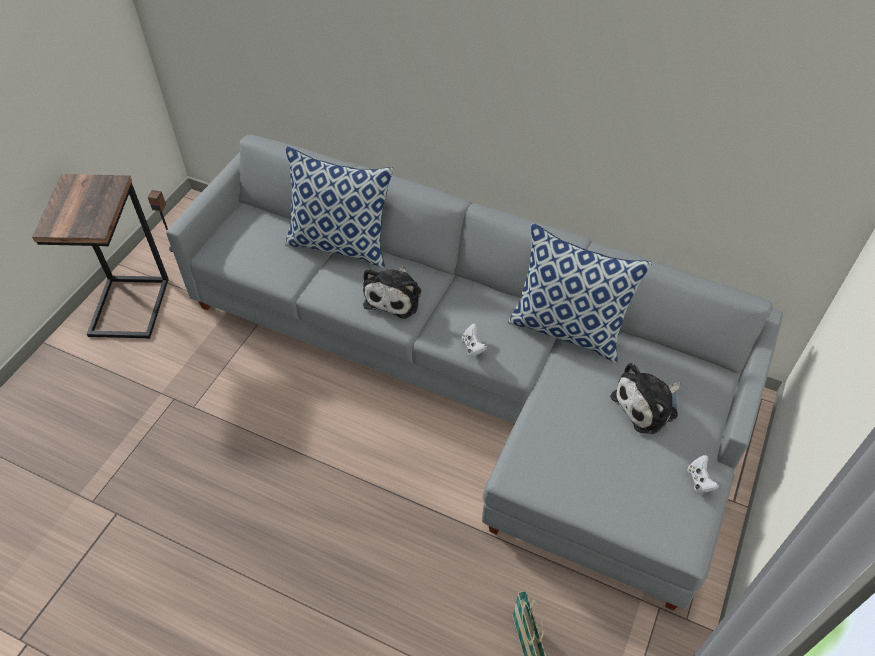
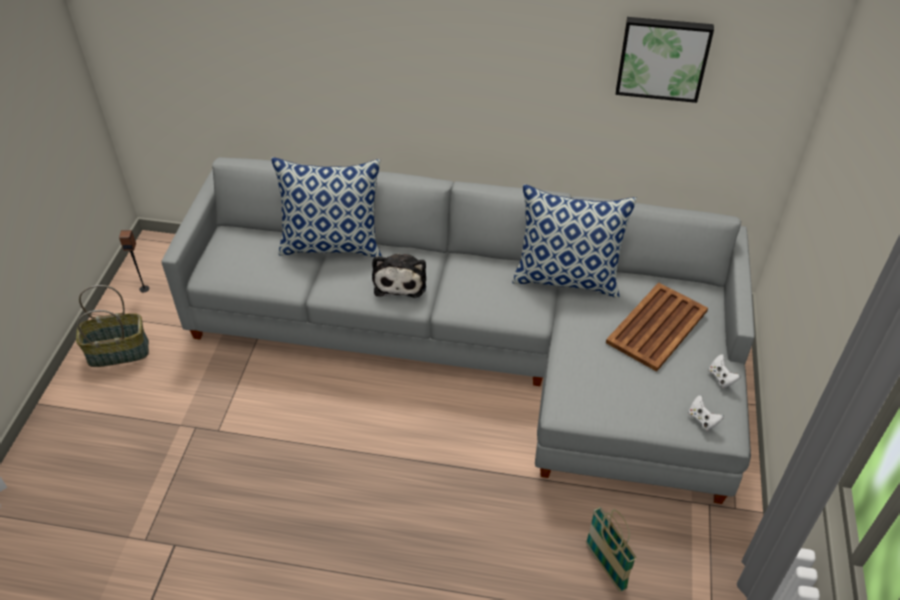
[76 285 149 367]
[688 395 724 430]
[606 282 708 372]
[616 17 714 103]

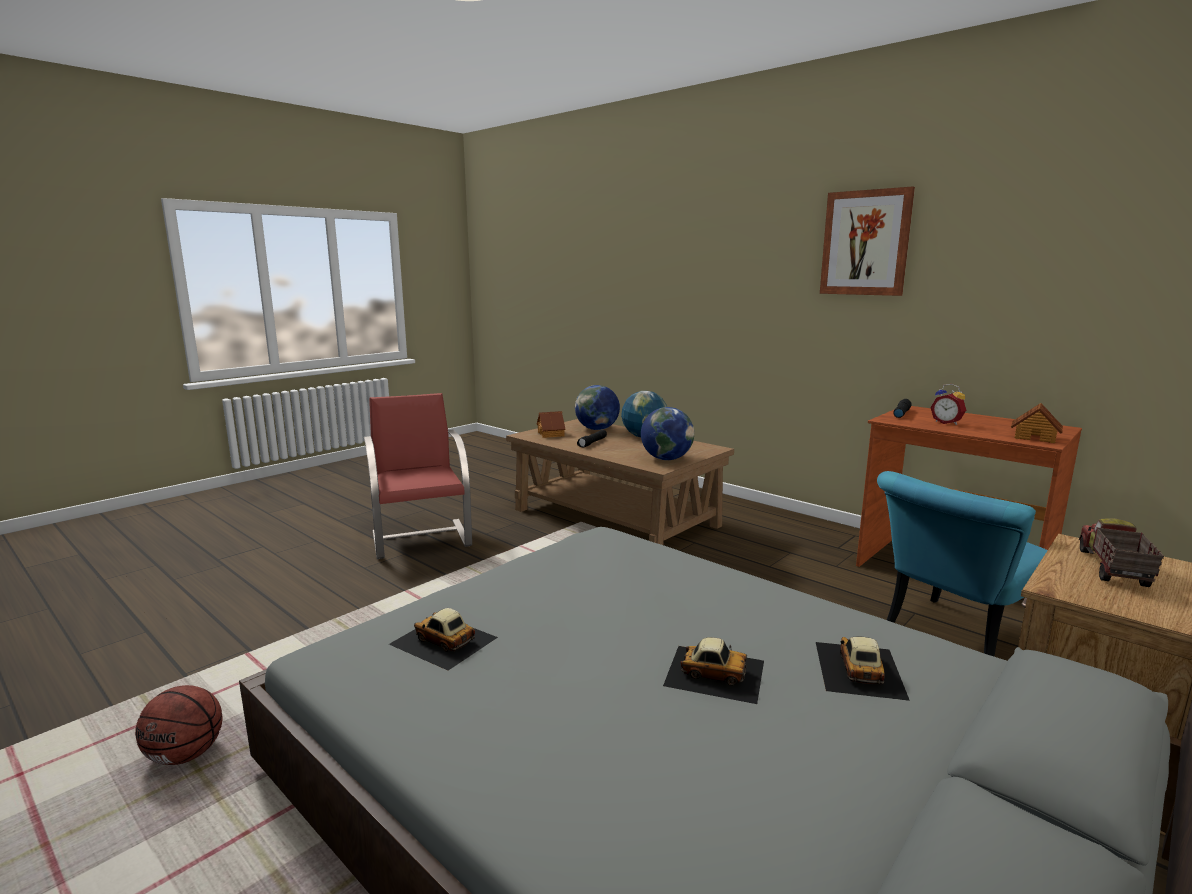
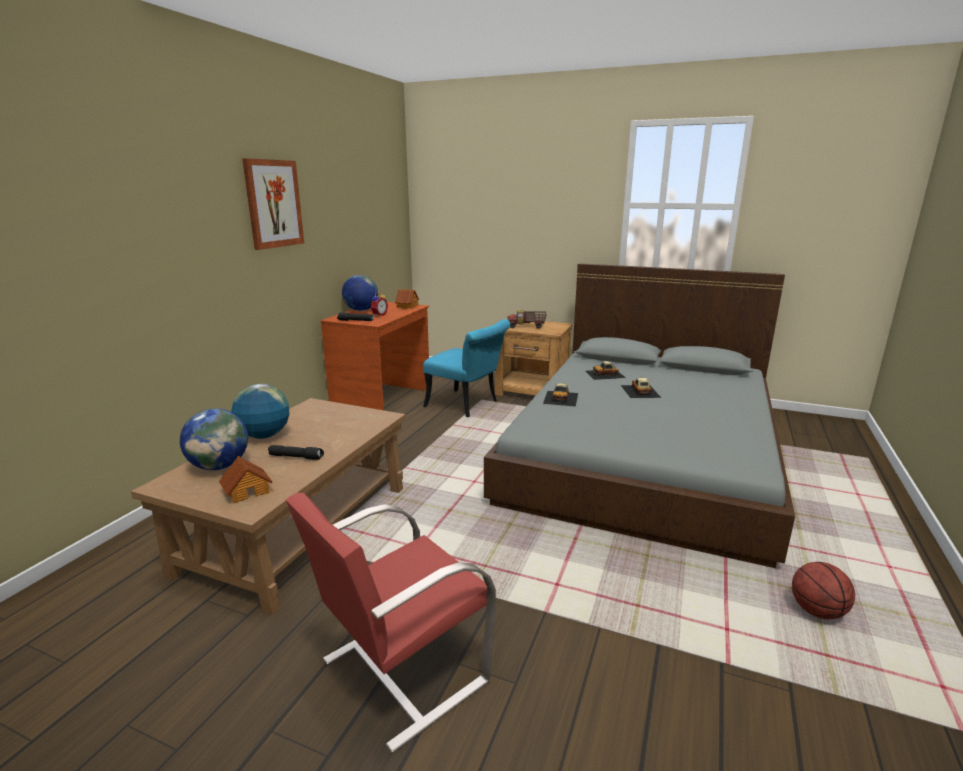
[543 383 578 407]
[342 275 378 311]

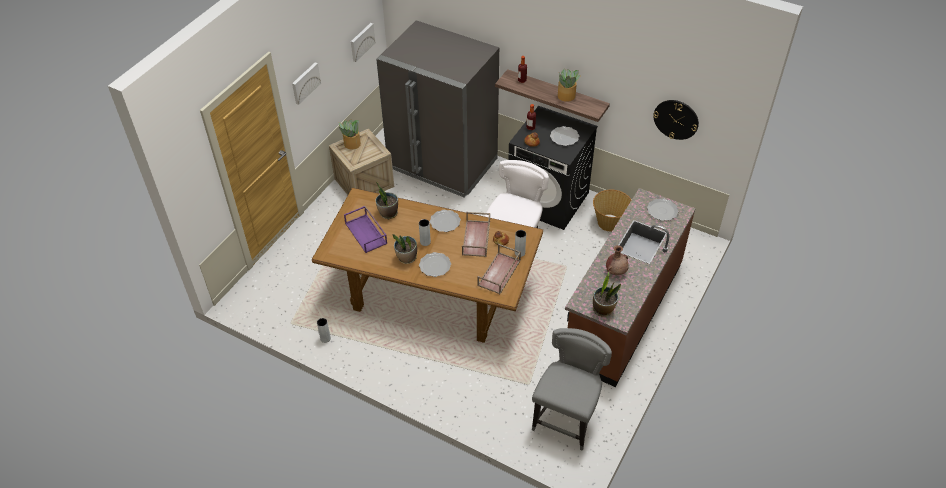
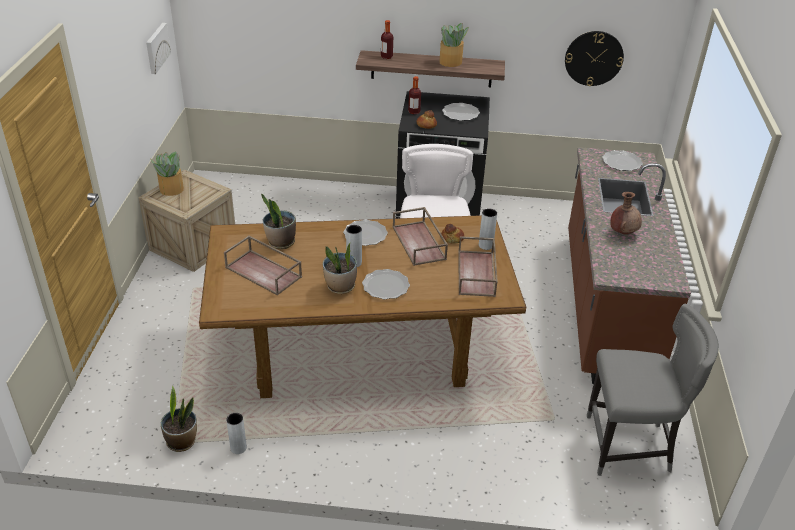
[292 62 321 105] (first image)
[224 235 302 296]
[376 20 499 198] (first image)
[587 304 719 476]
[593 190 631 231] (first image)
[161 386 197 452]

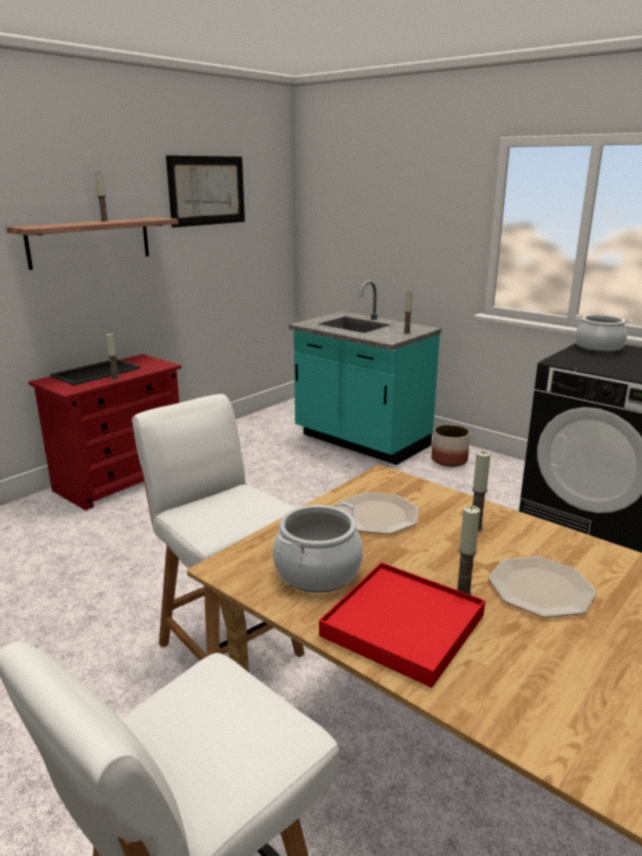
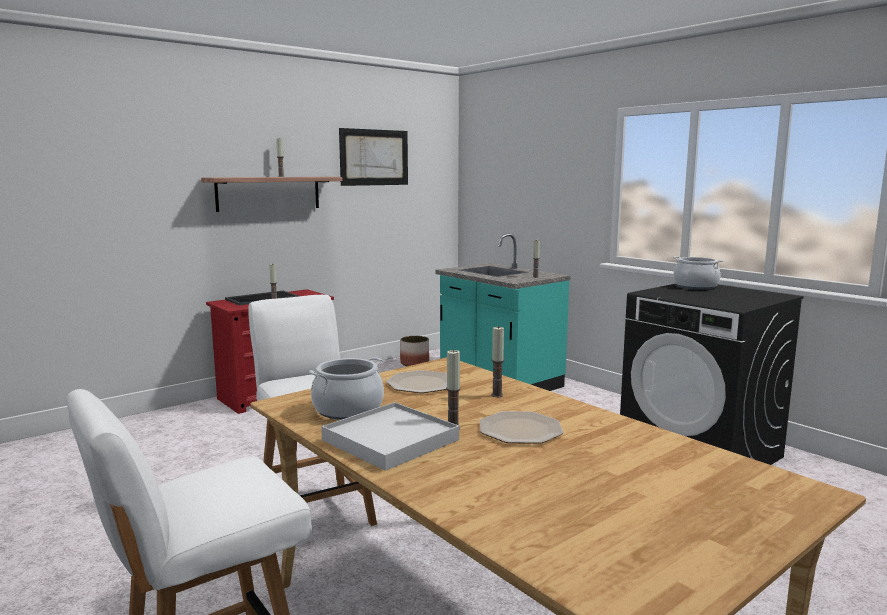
[321 402 459 471]
[400 336 429 366]

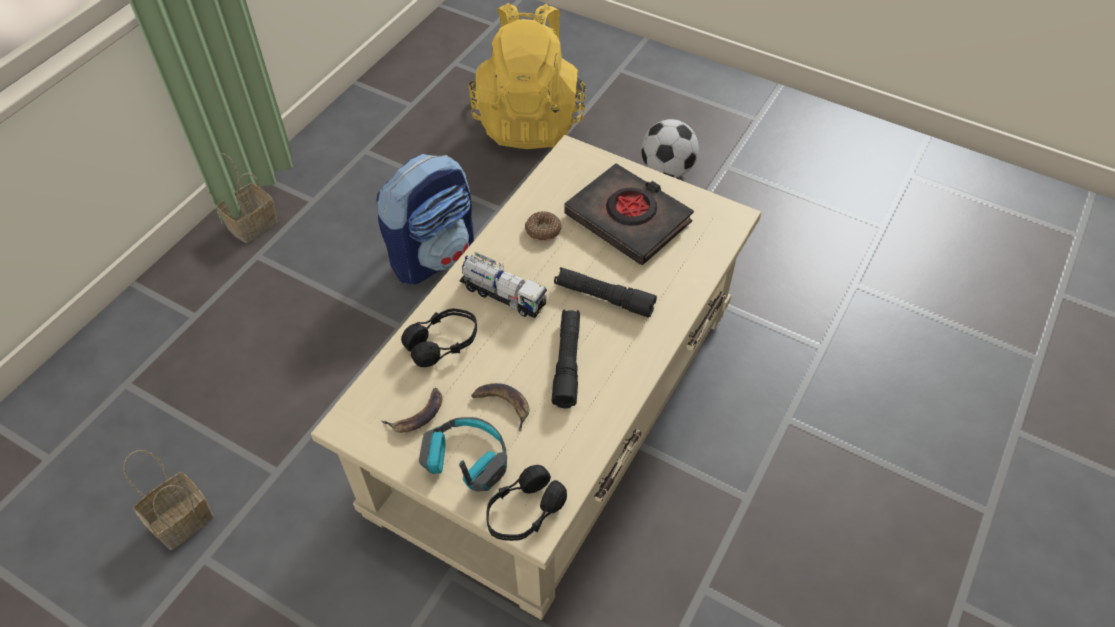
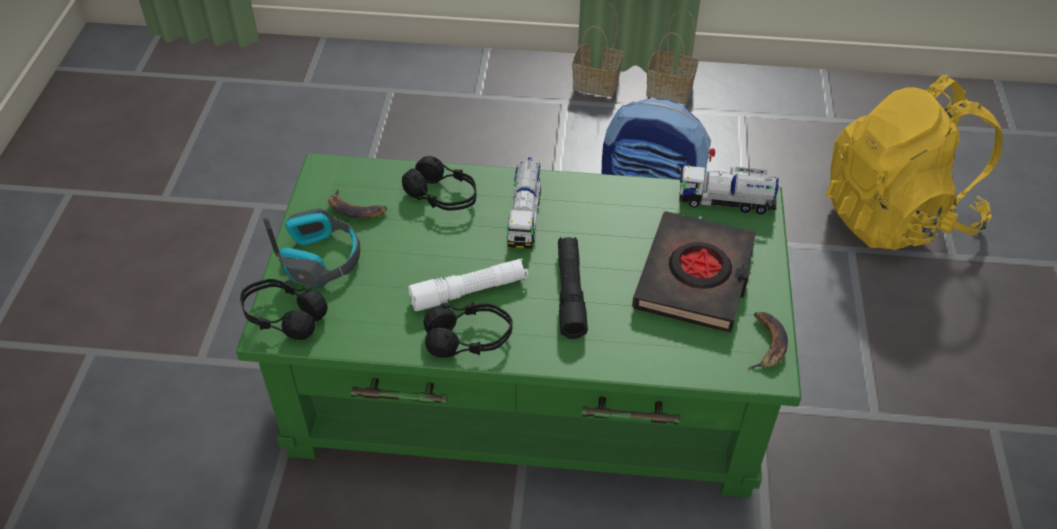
[646 11 699 104]
[236 154 801 498]
[747 312 788 370]
[525 211 561 242] (first image)
[408 259 528 311]
[641 119 699 178] (first image)
[423 301 513 358]
[679 165 779 215]

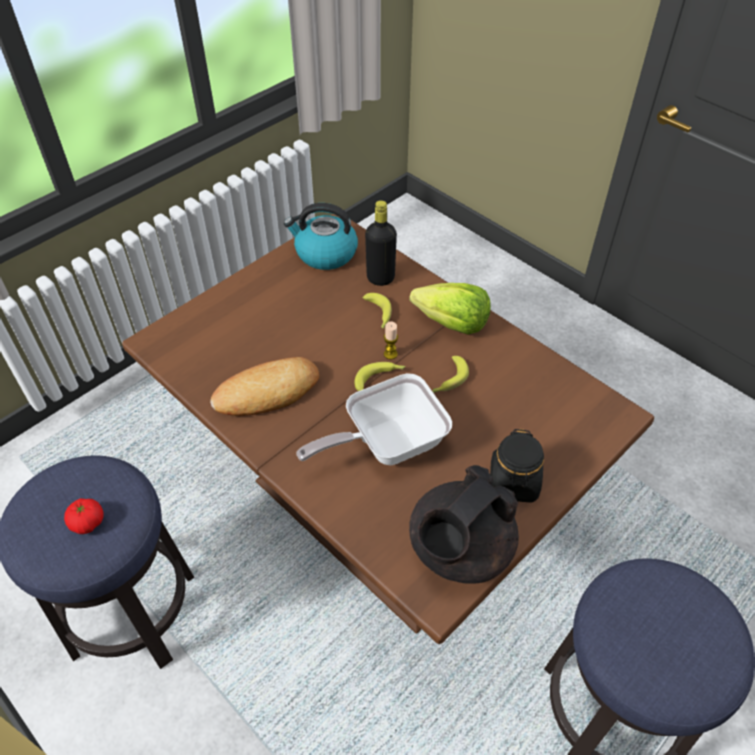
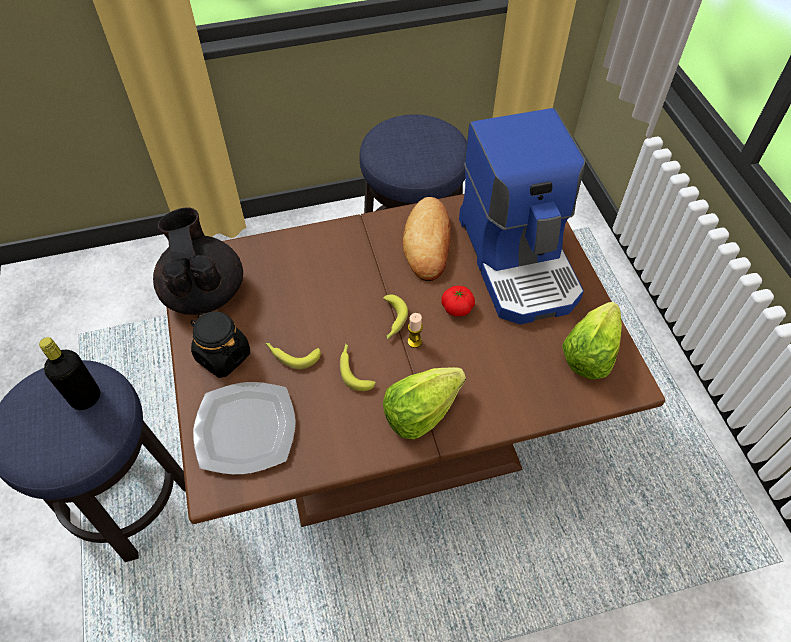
[441 286 475 316]
[562 302 622 380]
[296 373 452 465] (first image)
[265 343 321 369]
[39 337 100 410]
[193 382 296 474]
[459 108 586 325]

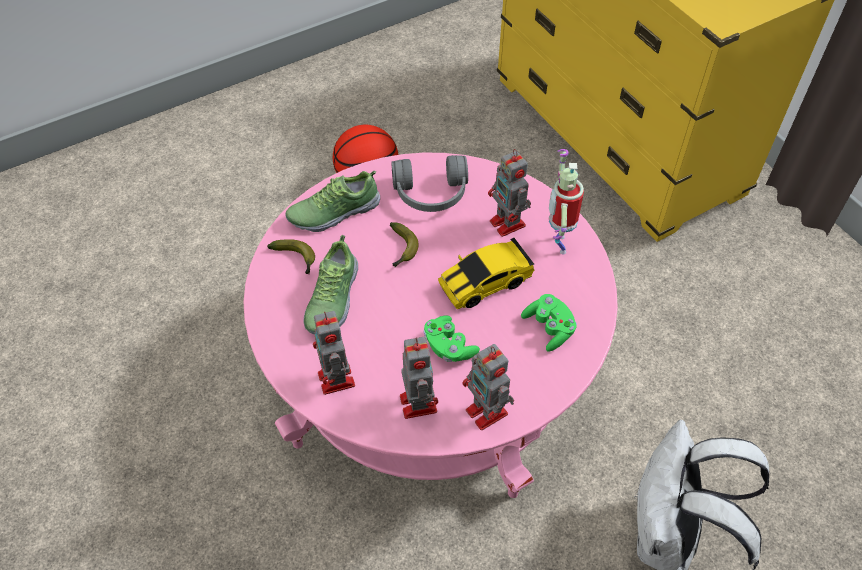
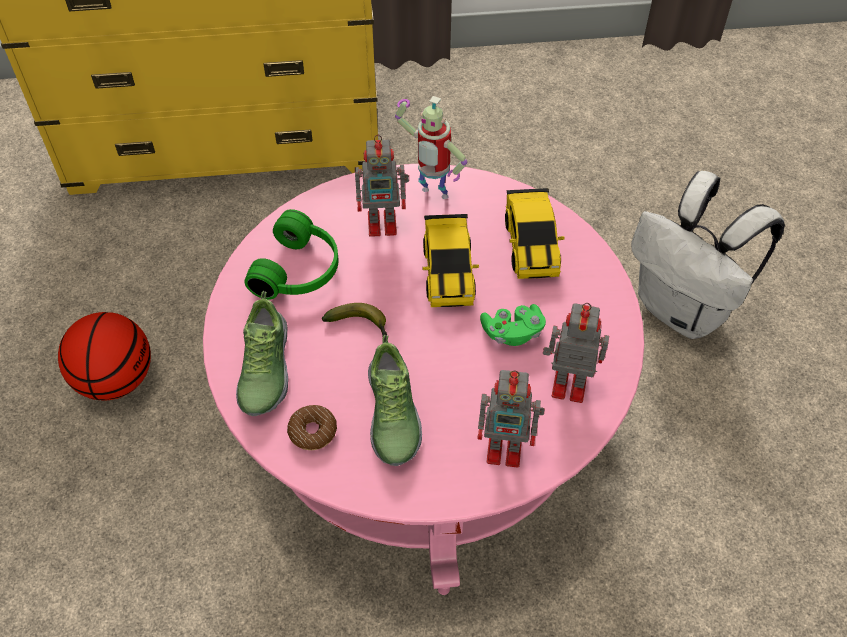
[287 405 337 450]
[368 335 422 466]
[244 209 339 300]
[462 344 514 430] (first image)
[505 188 565 279]

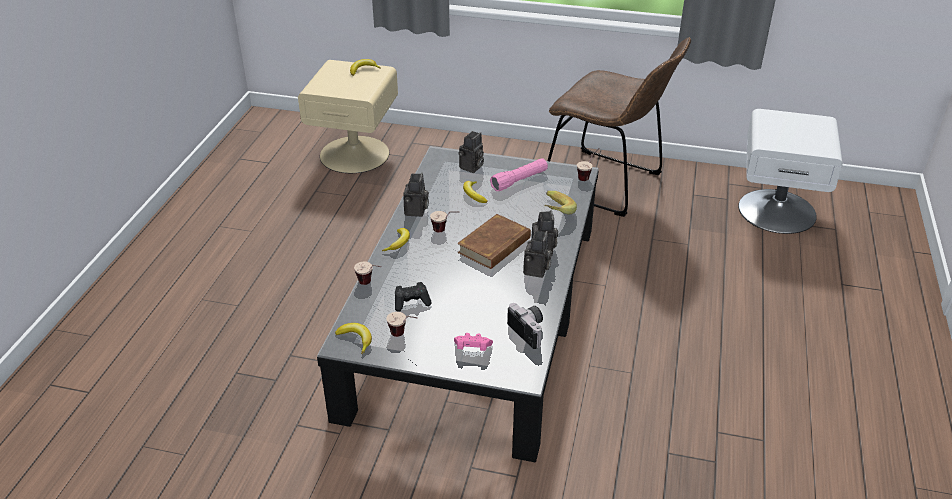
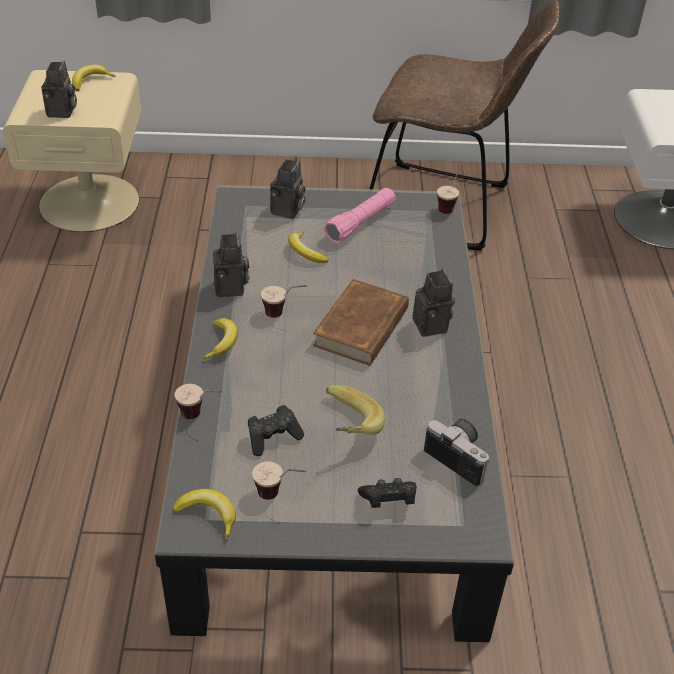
[358 478 417 508]
[41 61 77 118]
[326 385 385 435]

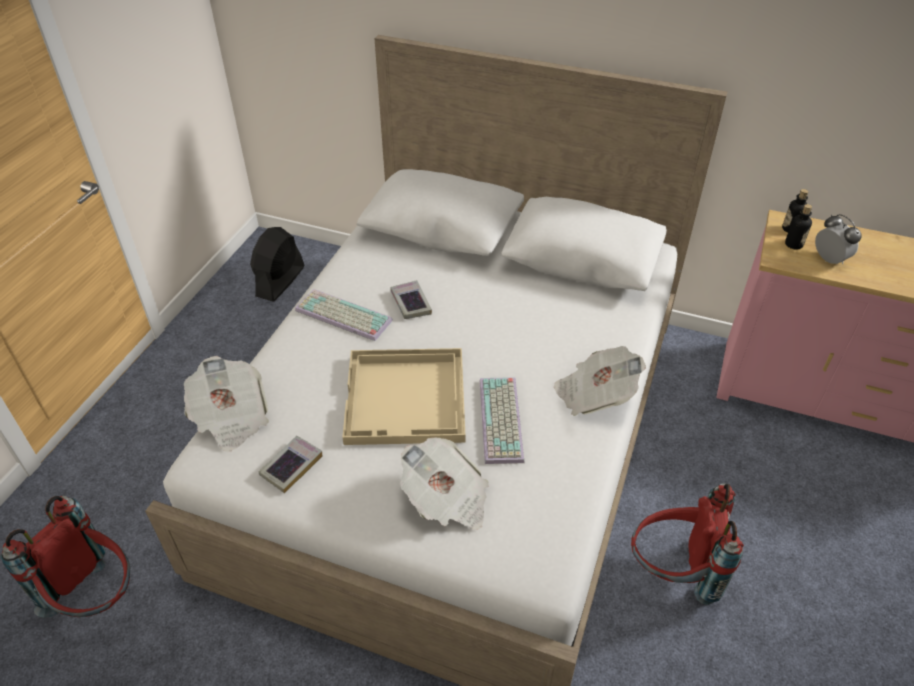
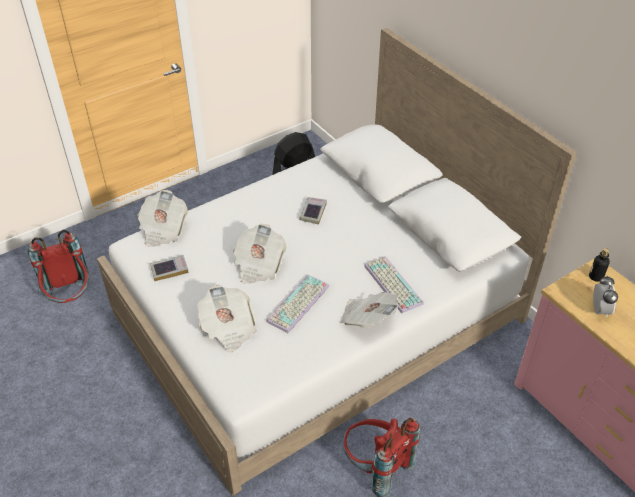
[364 256 424 314]
[233 224 286 284]
[785 204 812 249] (first image)

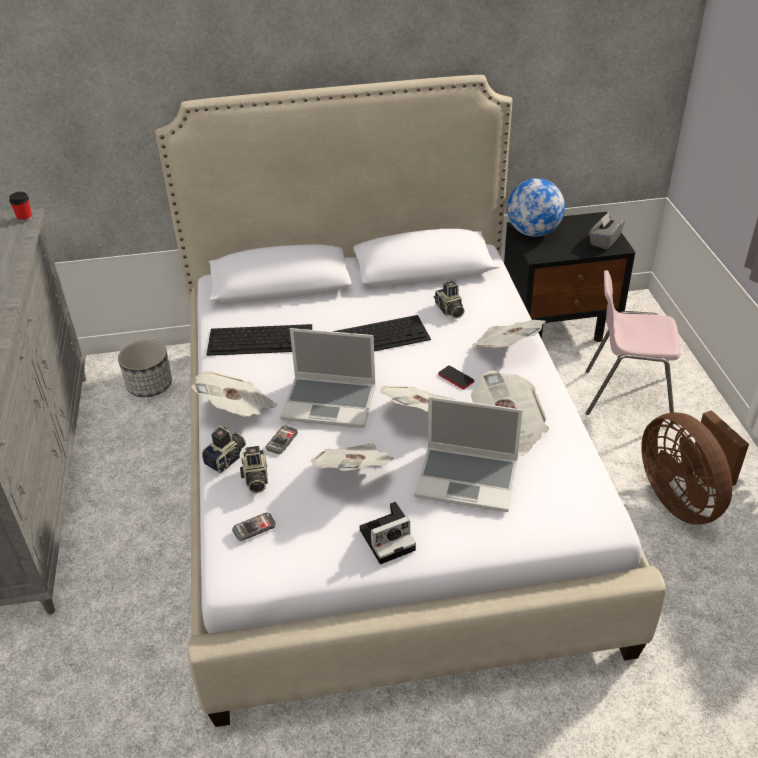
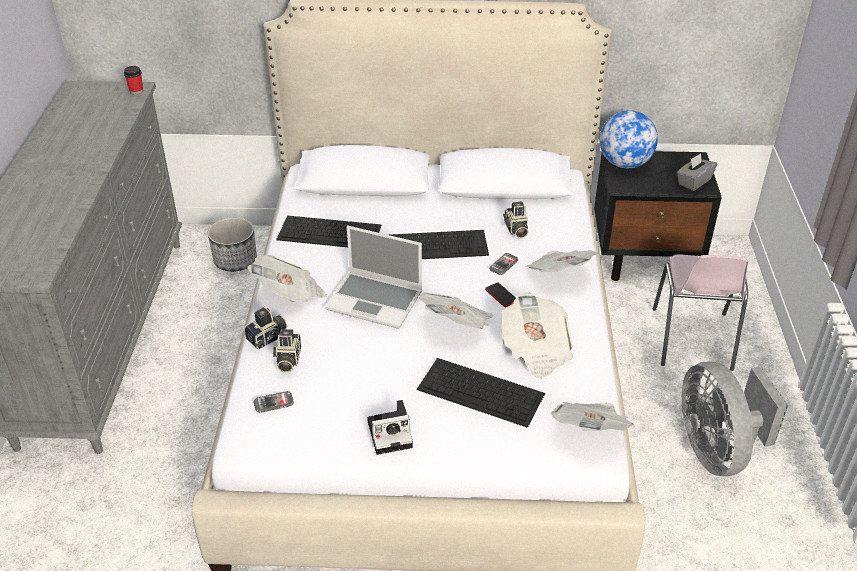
[489 253 518 275]
[551 402 634 431]
[417 358 545 428]
[653 254 748 371]
[682 361 788 476]

